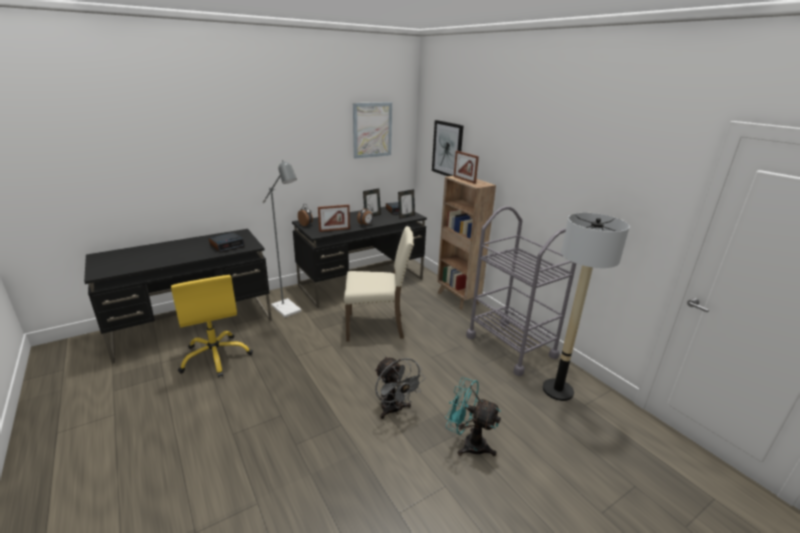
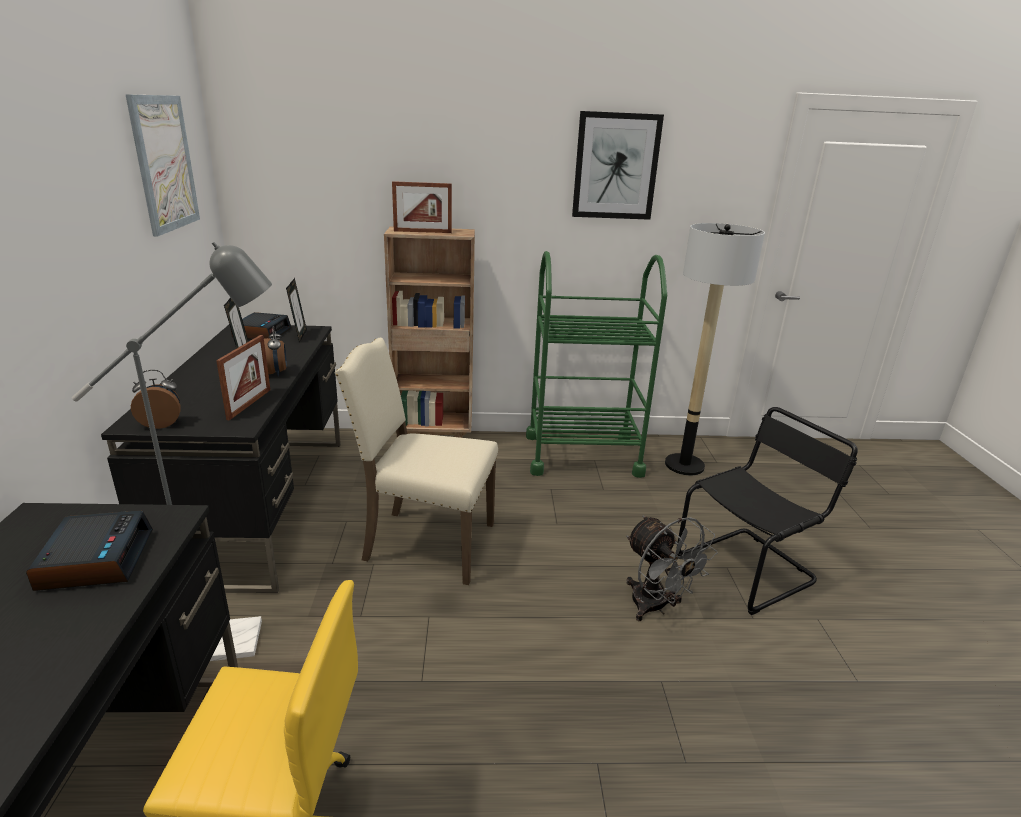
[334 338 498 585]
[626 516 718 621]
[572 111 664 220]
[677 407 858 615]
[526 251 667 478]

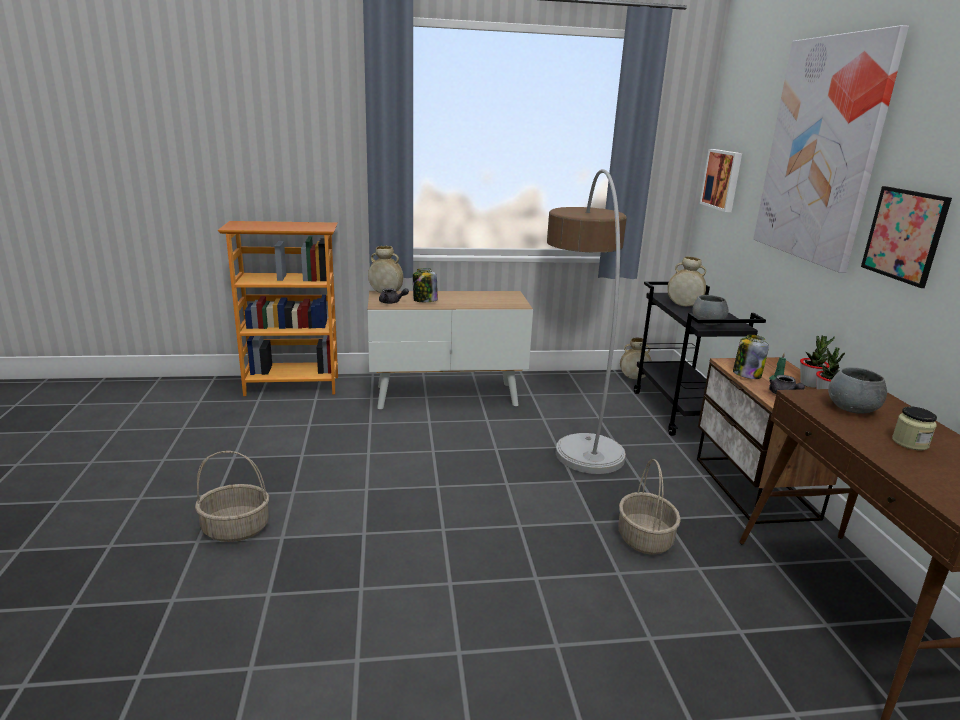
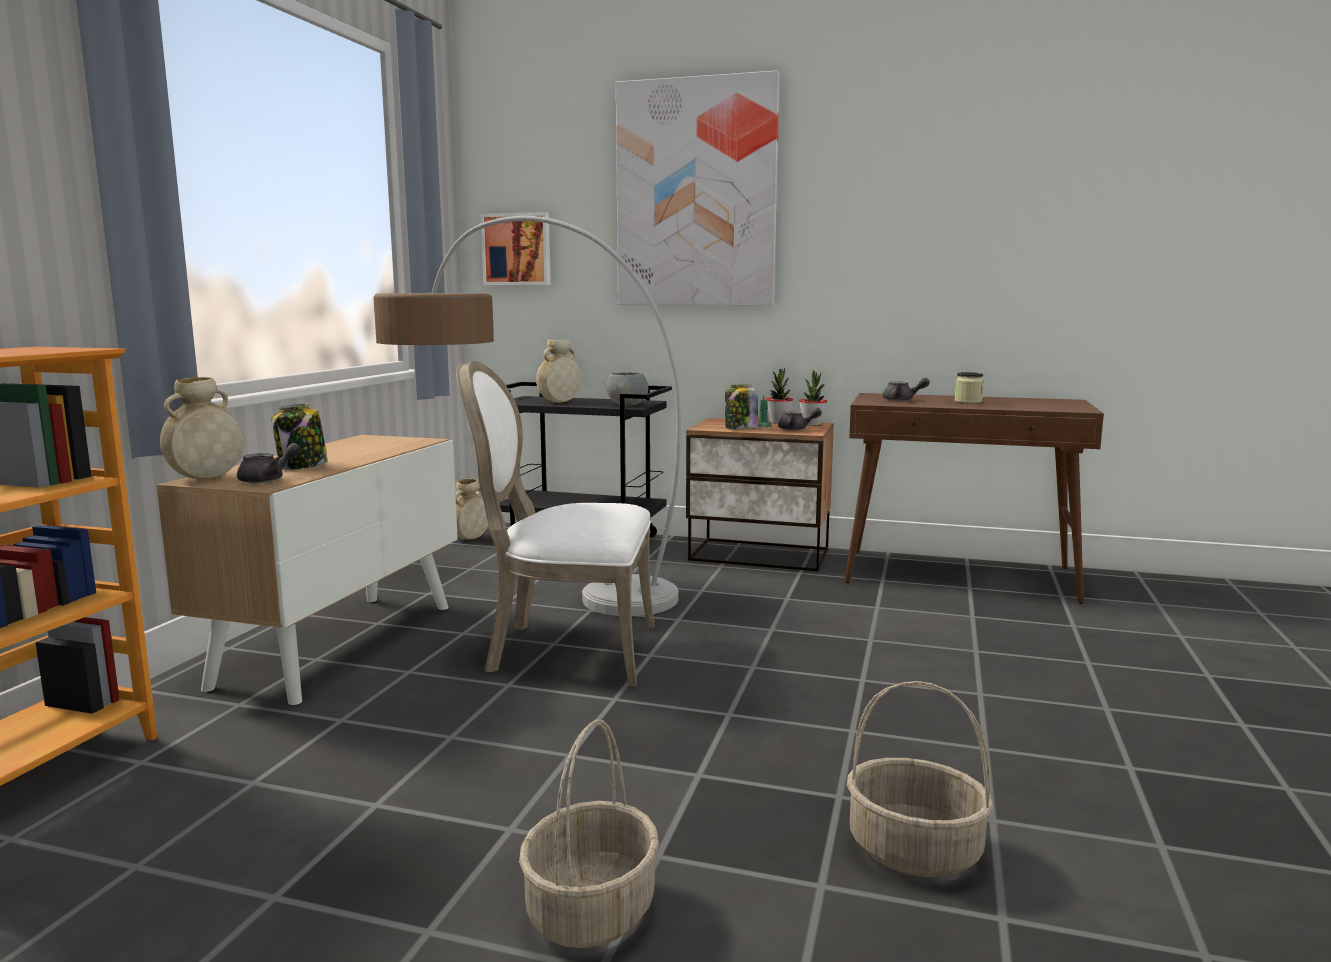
[847 681 993 877]
[883 378 930 401]
[861 186 952 288] (first image)
[456 361 655 687]

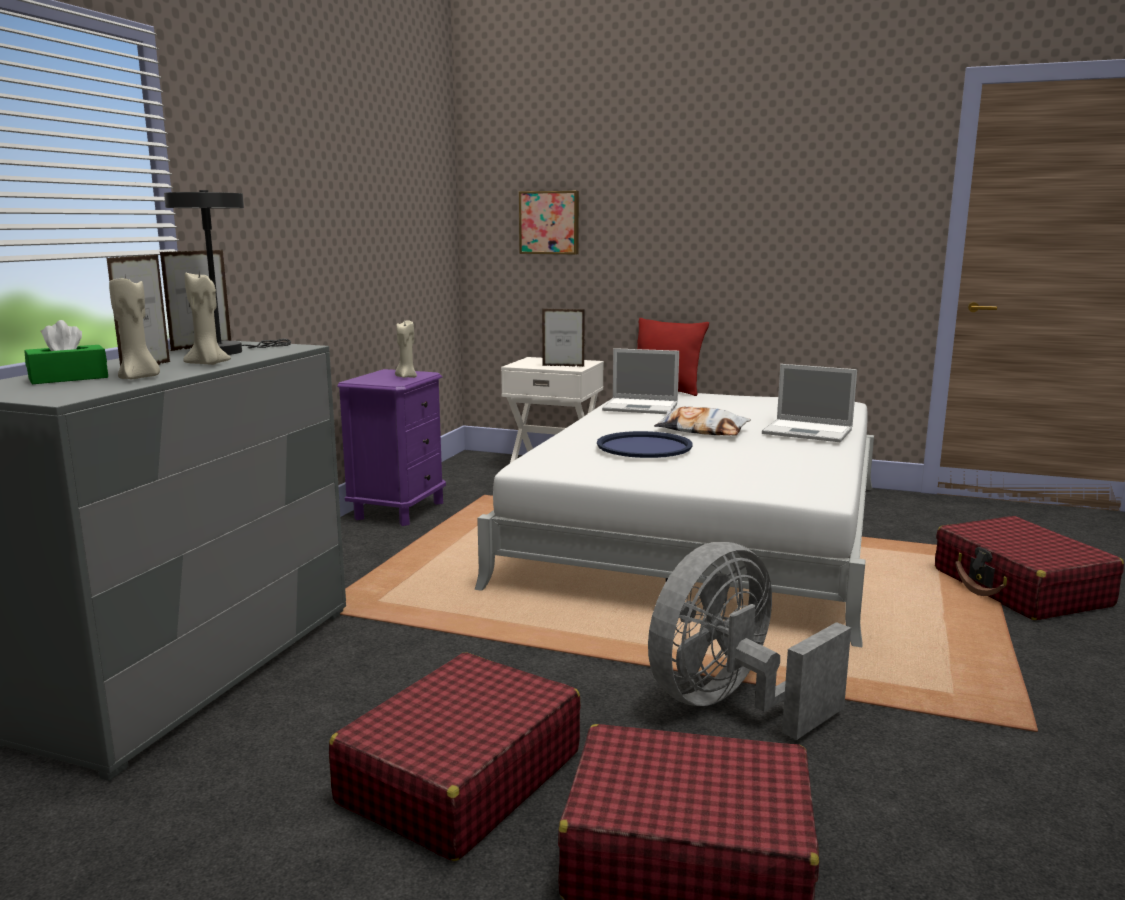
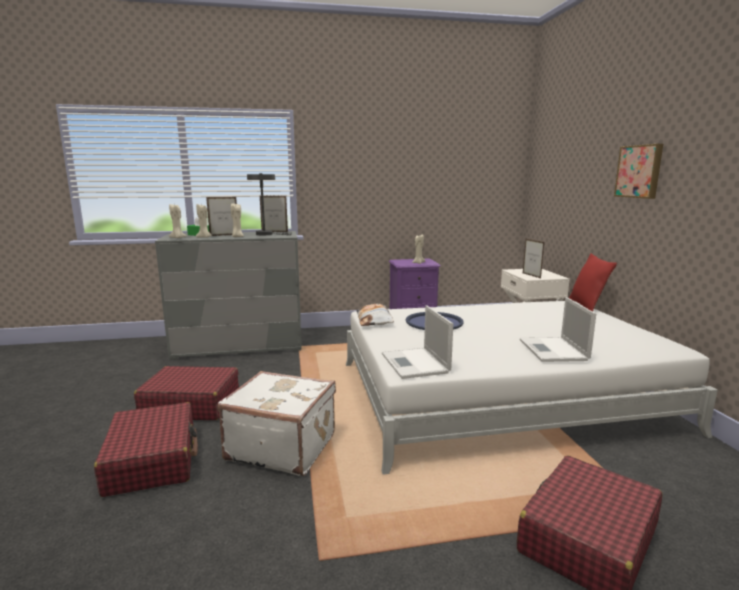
[614 144 663 199]
[382 305 453 379]
[218 371 336 476]
[357 304 394 326]
[169 204 186 238]

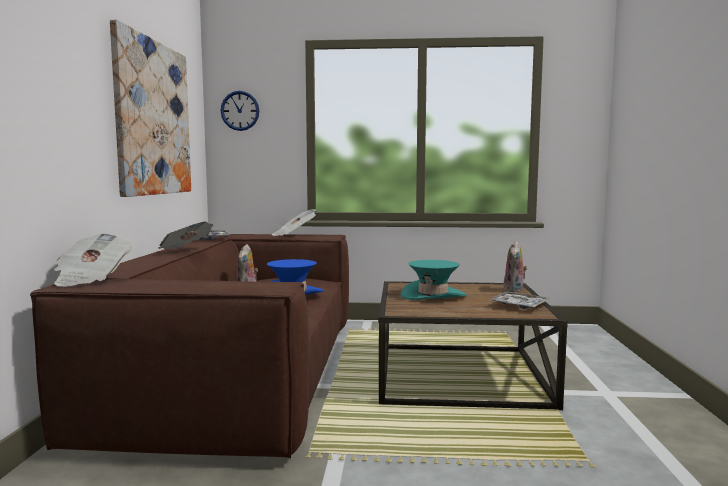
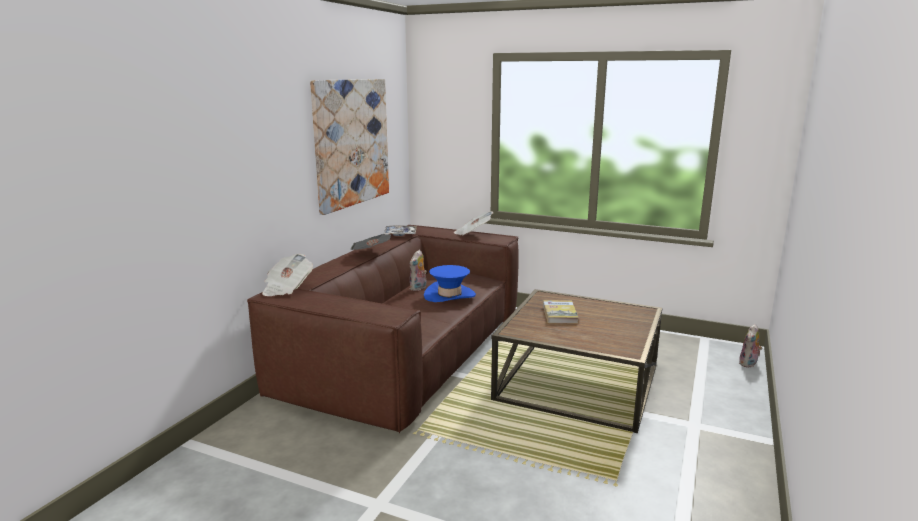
[221 91 259 131] (first image)
[543 300 579 324]
[490 292 550 309] (first image)
[739 324 763 368]

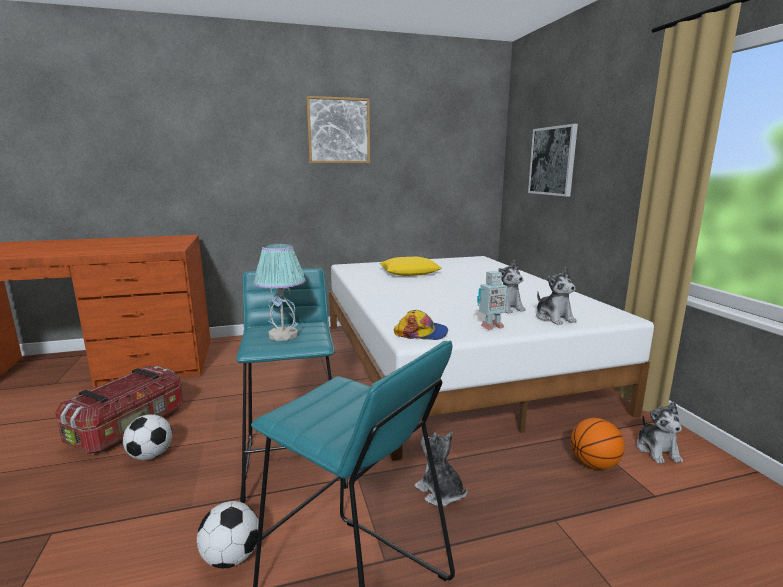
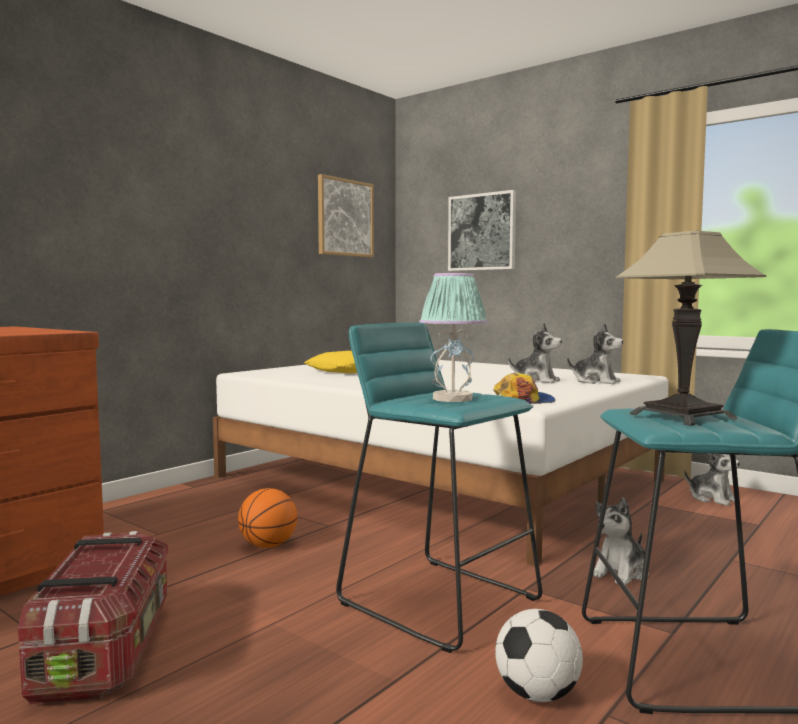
[123 414 172 460] (first image)
[318 174 374 257]
[593 498 649 585]
[477 271 507 330] (first image)
[238 488 297 548]
[615 231 766 426]

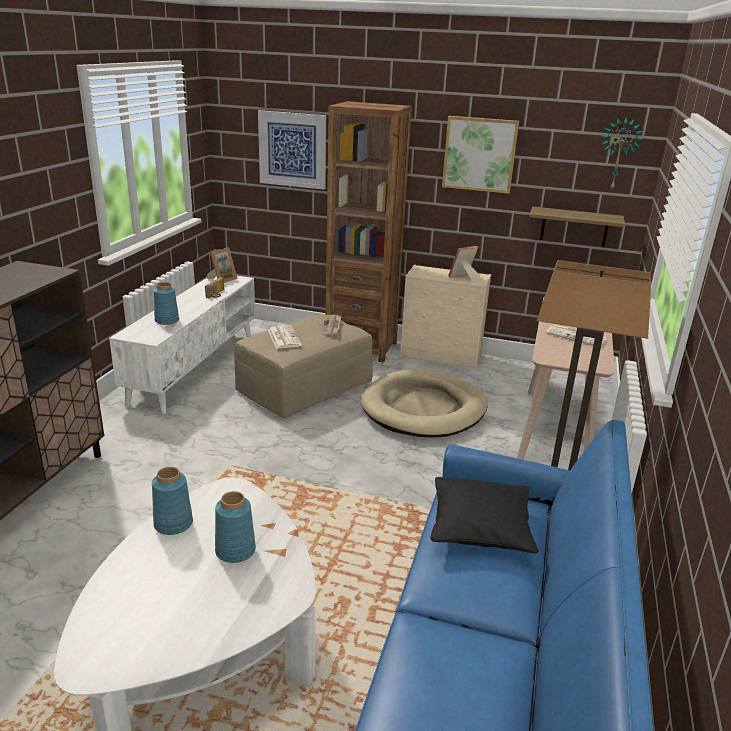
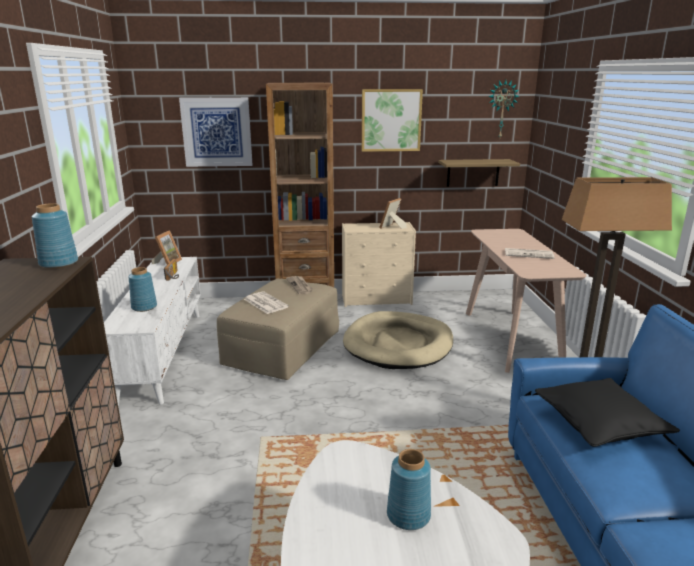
[32 203 78 269]

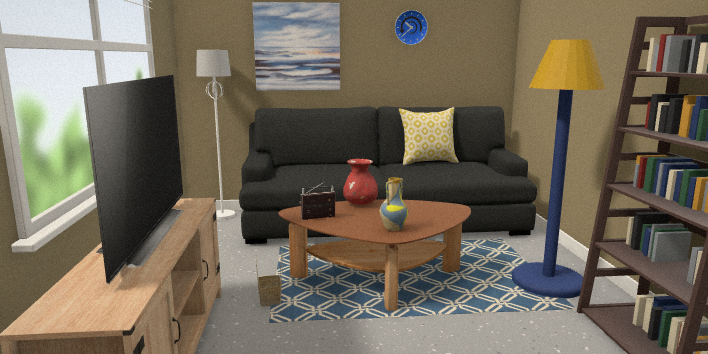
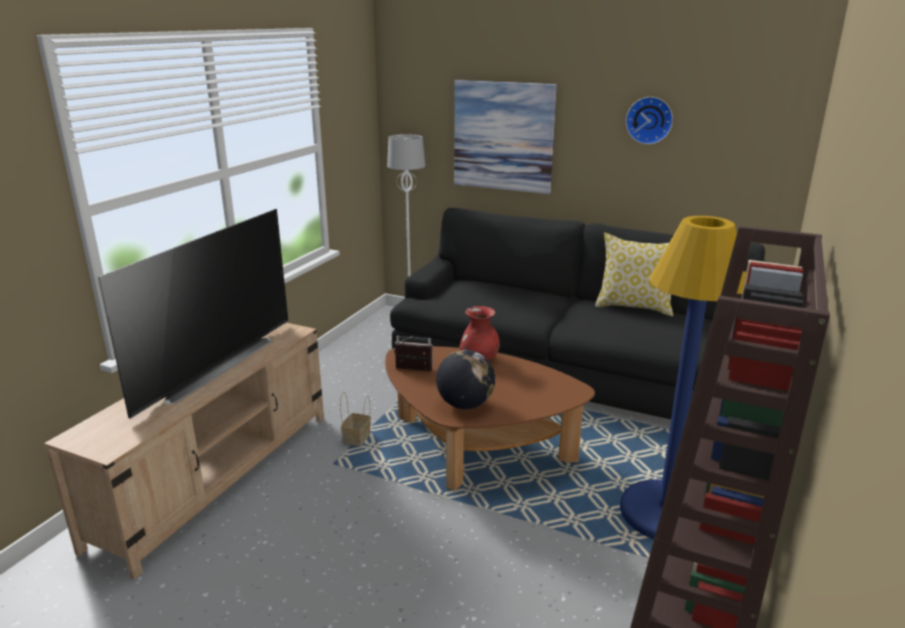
[436 350 495 409]

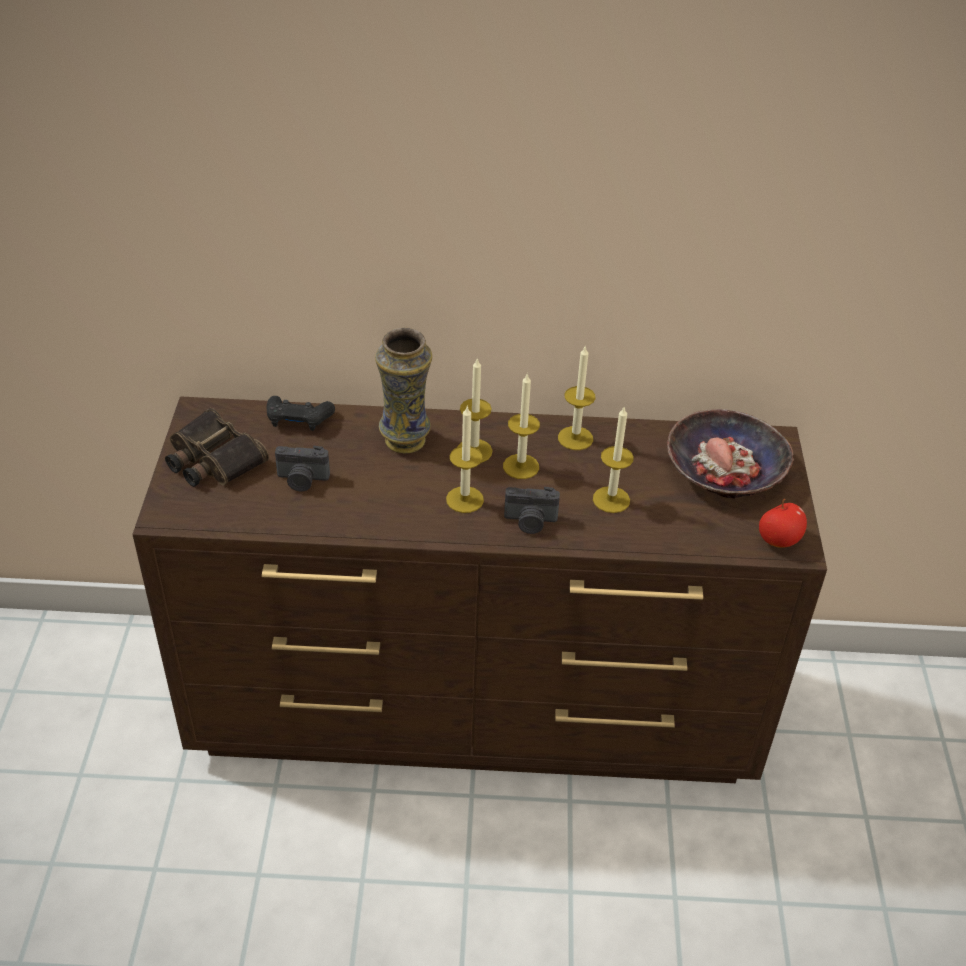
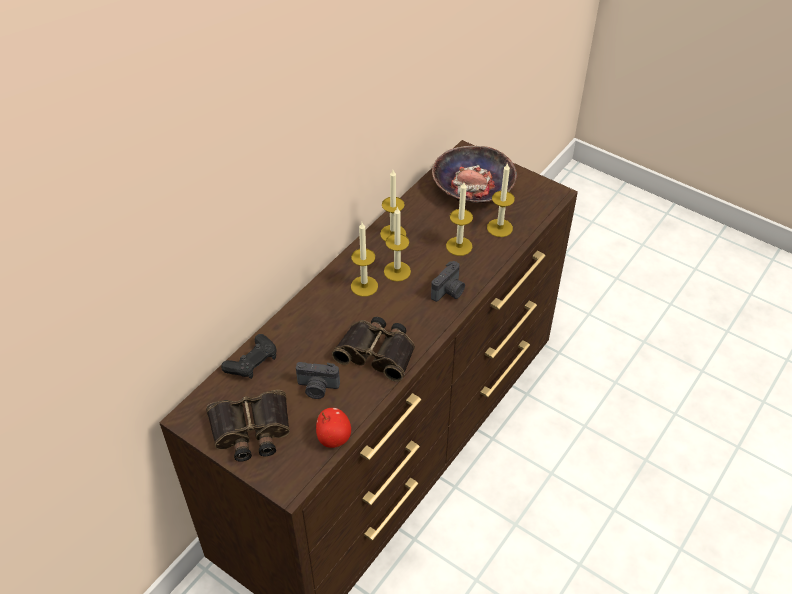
[296 362 340 399]
[375 328 432 454] (first image)
[487 163 515 237]
[316 408 351 448]
[332 317 415 382]

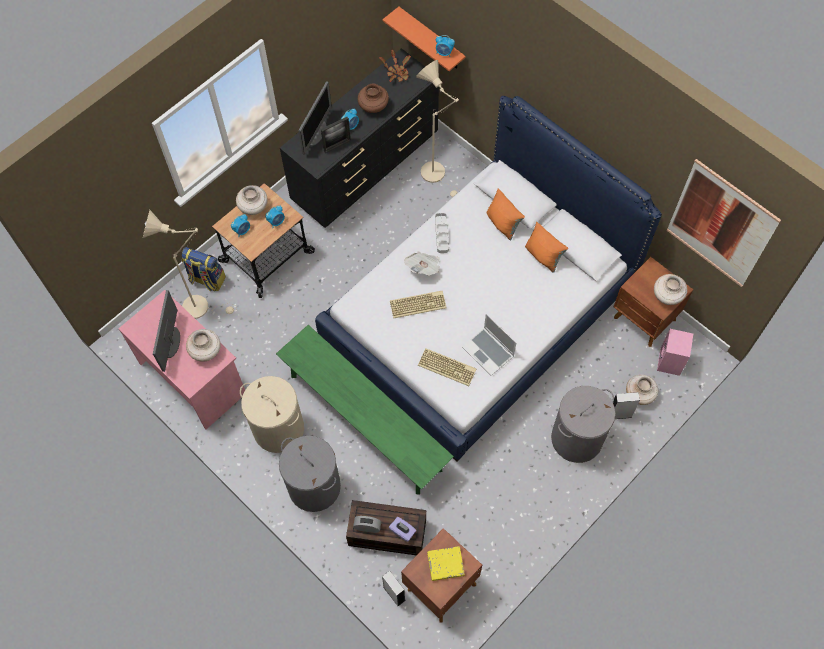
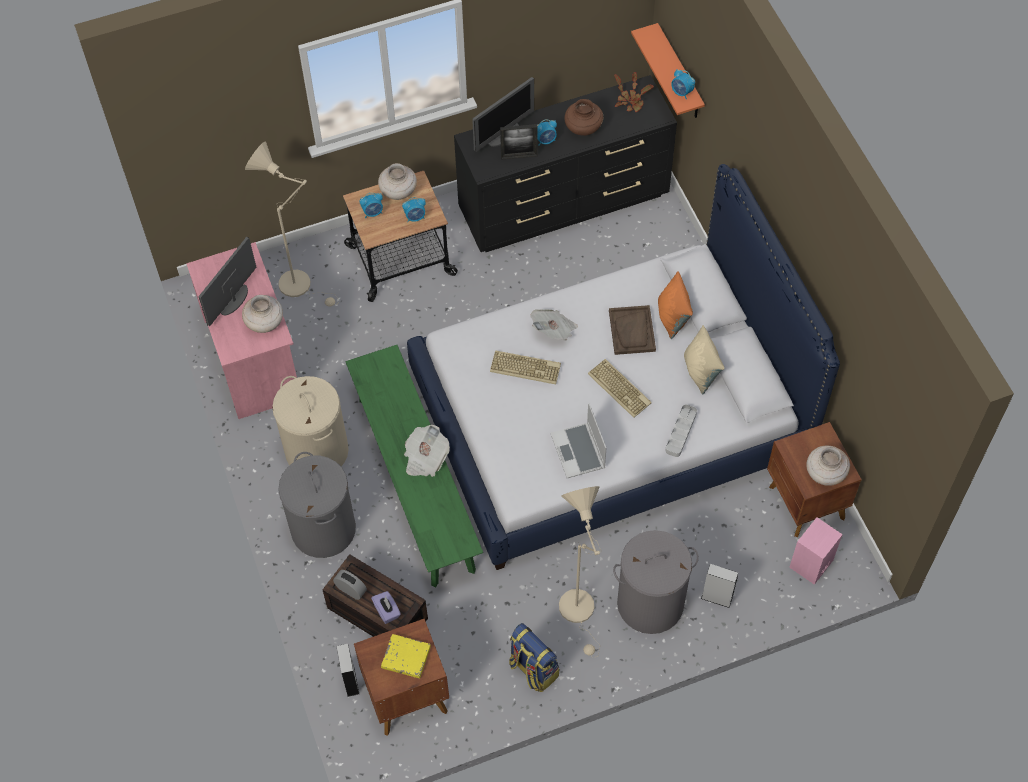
[509 623 559 692]
[559 486 601 658]
[588 359 652 418]
[665 405 697 457]
[684 325 724 394]
[626 374 658 405] (first image)
[666 159 781 287] (first image)
[404 425 450 477]
[609 305 656 355]

